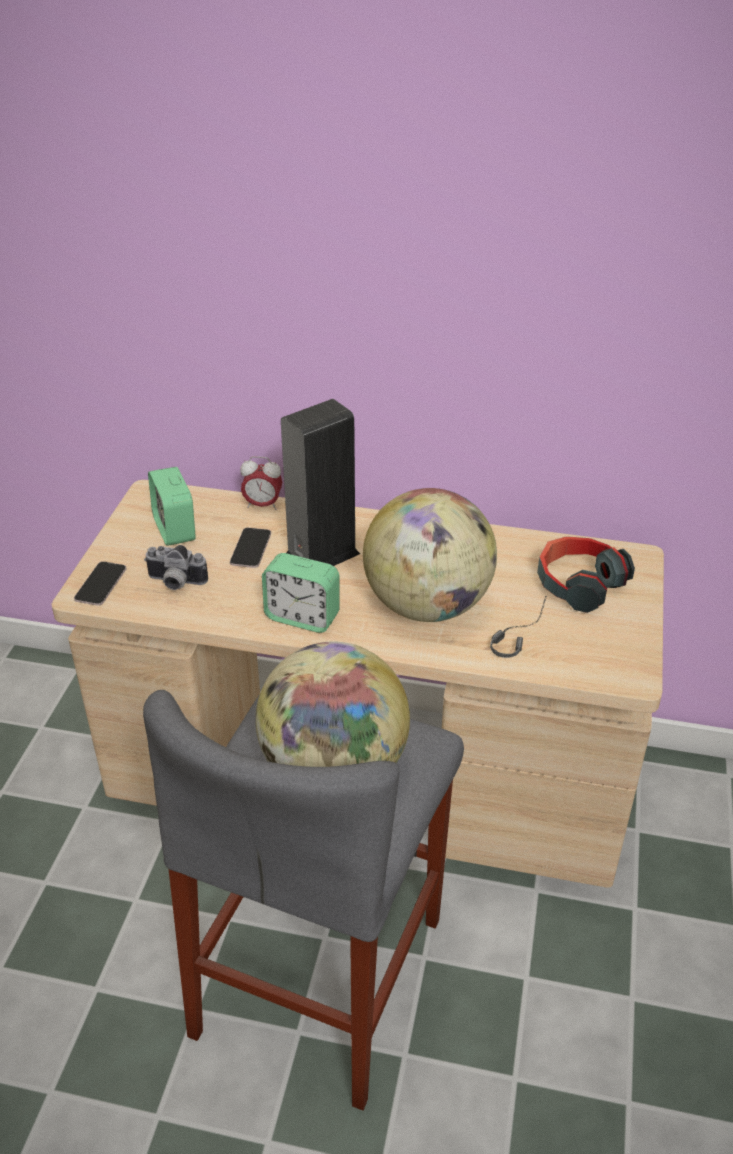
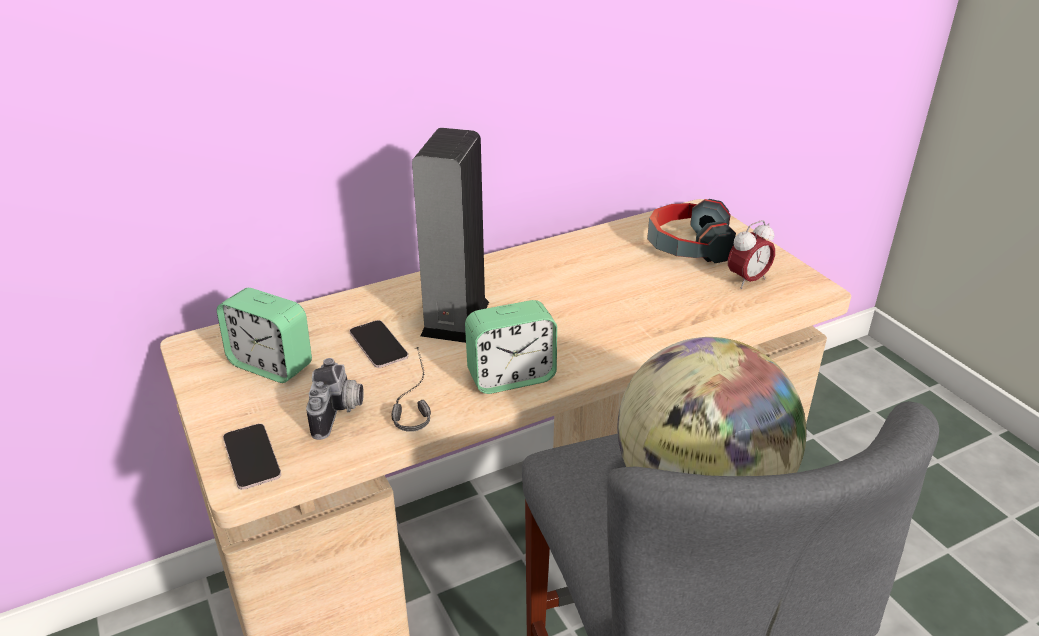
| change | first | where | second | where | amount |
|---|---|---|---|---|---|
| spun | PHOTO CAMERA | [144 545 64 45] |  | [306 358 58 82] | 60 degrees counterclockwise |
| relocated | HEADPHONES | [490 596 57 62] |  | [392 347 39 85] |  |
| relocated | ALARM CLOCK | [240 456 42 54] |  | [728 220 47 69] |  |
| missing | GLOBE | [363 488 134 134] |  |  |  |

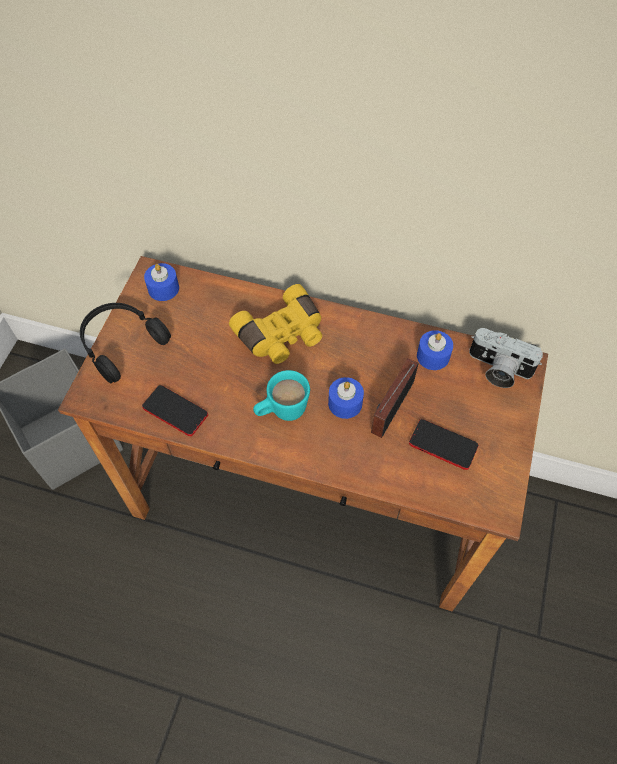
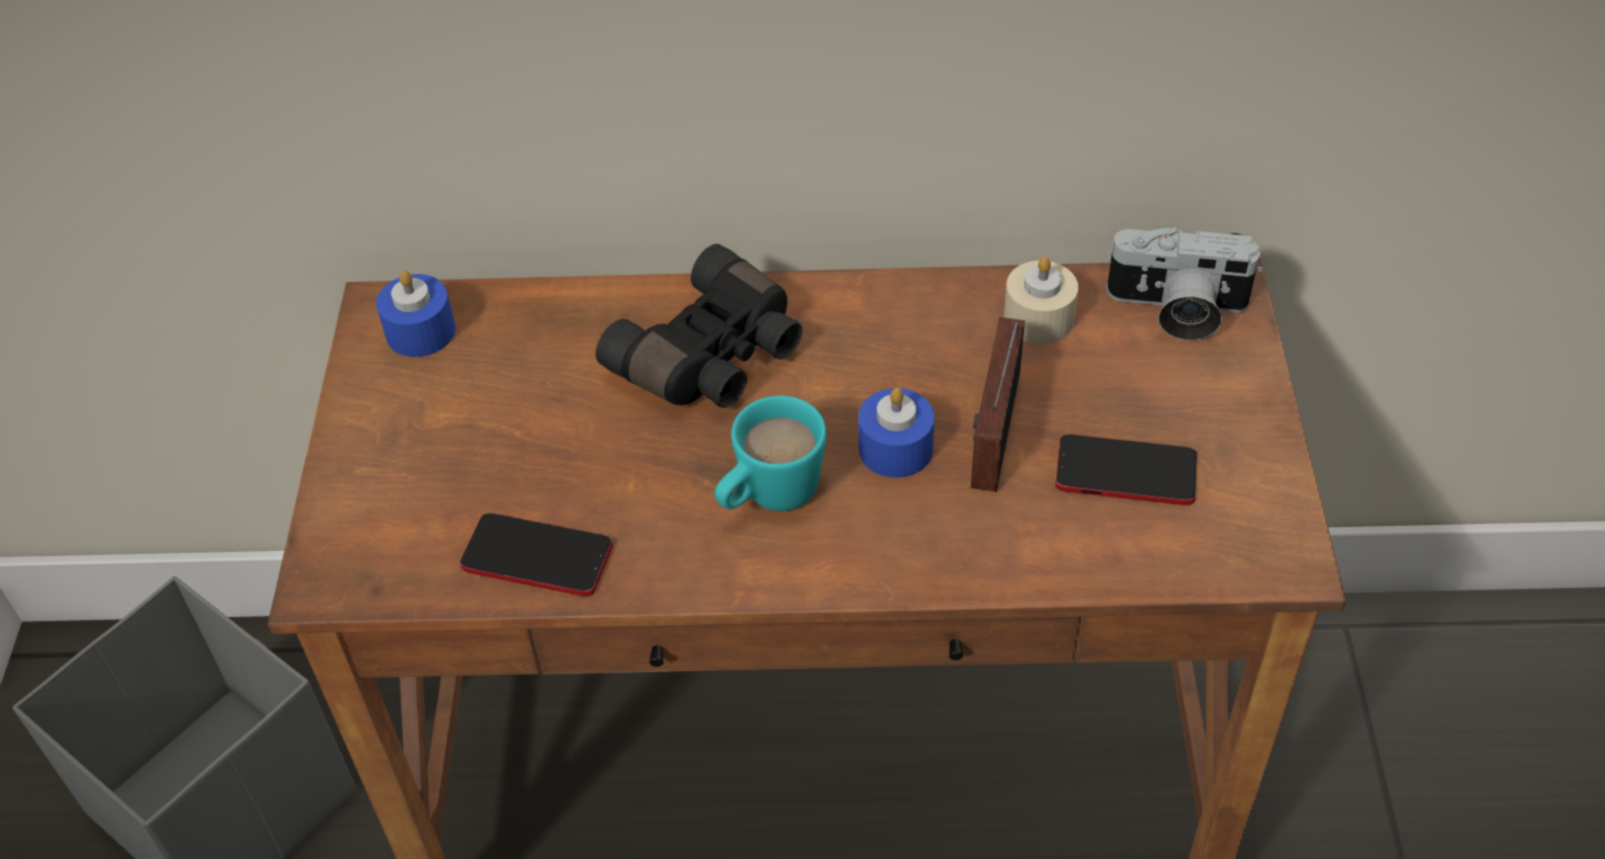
| change | first | where | second | where | amount |
|---|---|---|---|---|---|
| colour | YELLOW BINOCULARS | [229 284 93 80] | BLACK BINOCULARS | [596 244 206 164] |  |
| colour | BLUE CANDLE | [417 330 36 40] | BEIGE CANDLE | [1004 256 74 88] |  |
| missing | BLACK HEADPHONES | [80 303 91 80] |  |  |  |

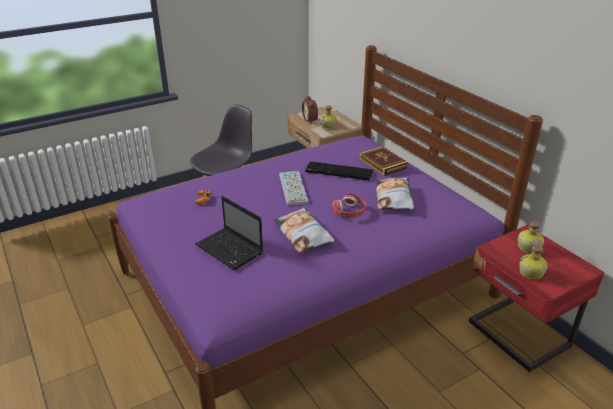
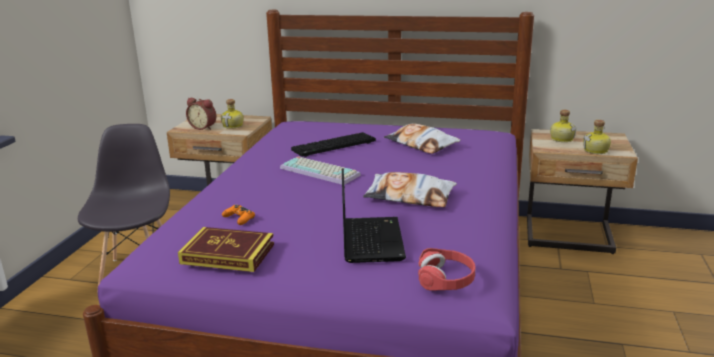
| change | first | where | second | where | amount |
|---|---|---|---|---|---|
| relocated | BOOK | [359 146 49 30] |  | [178 227 96 45] |  |
| spun | LAPTOP | [195 196 68 74] |  | [342 168 64 95] | 90 degrees counterclockwise |
| relocated | RED HEADPHONES | [332 193 34 25] |  | [418 248 58 43] |  |
| colour | RED NIGHTSTAND | [469 225 135 147] | BEIGE NIGHTSTAND | [527 129 111 125] |  |

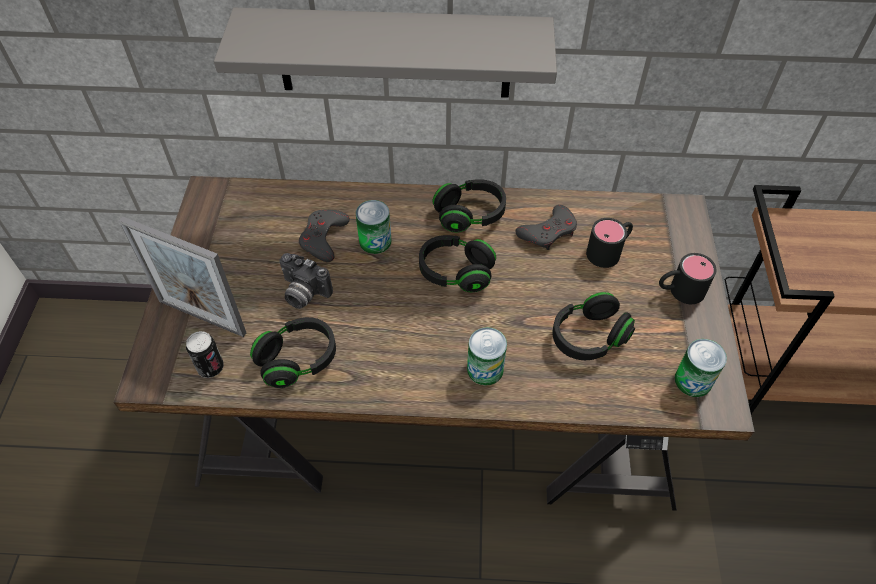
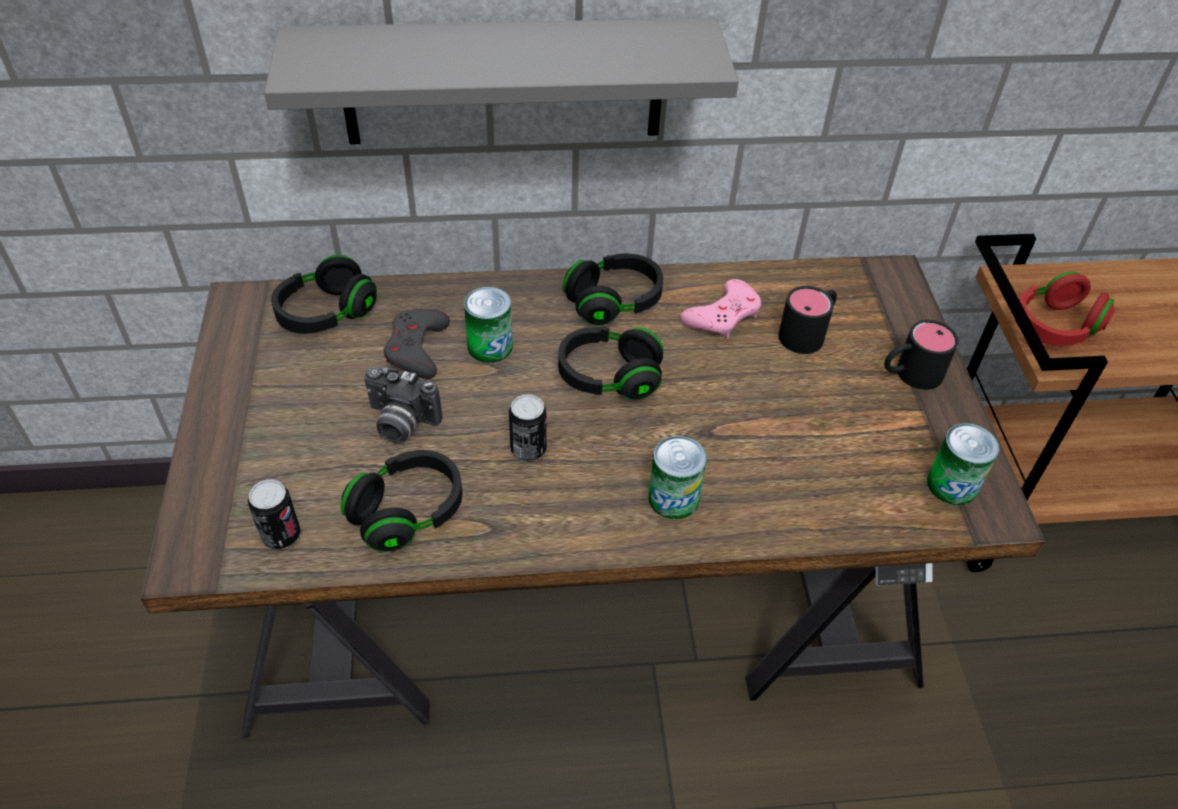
| change | first | where | second | where | amount |
|---|---|---|---|---|---|
| relocated | BLACK HEADPHONES | [552 292 83 68] |  | [271 255 106 79] |  |
| appeared |  |  | CAN | [509 394 38 67] |  |
| colour | GREY GAME CONTROLLER | [515 205 62 45] | PINK GAME CONTROLLER | [680 279 81 59] |  |
| appeared |  |  | RED HEADPHONES | [1015 272 101 74] |  |
| missing | PICTURE FRAME | [119 216 127 121] |  |  |  |

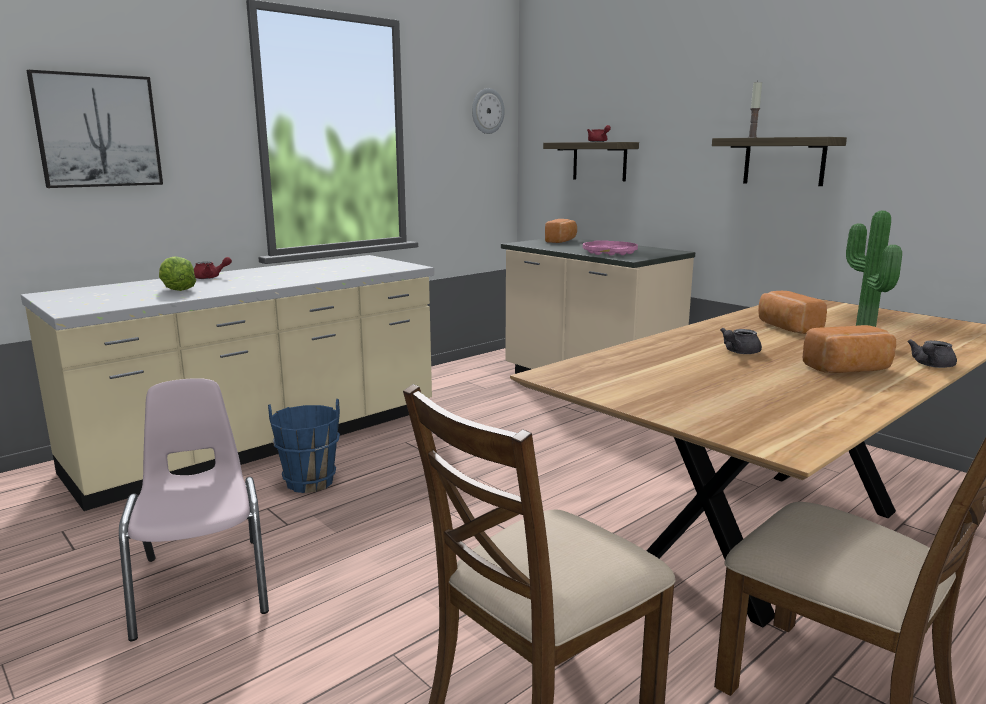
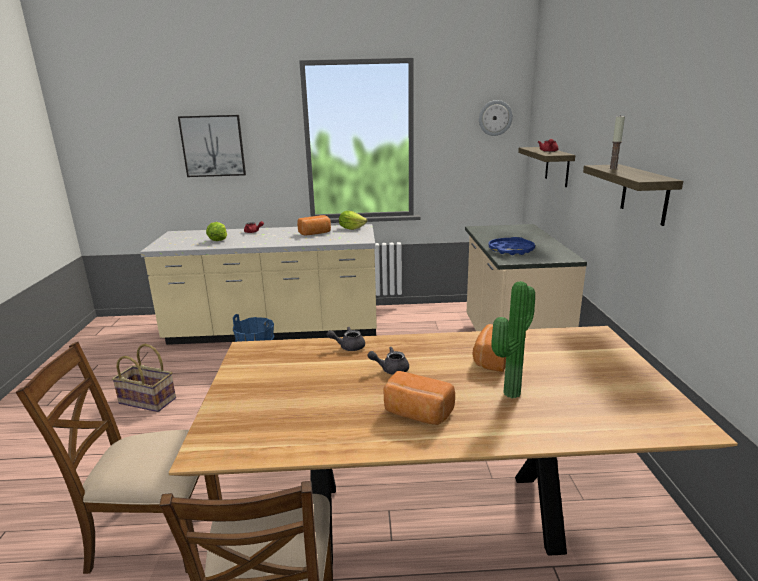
| change | first | where | second | where | amount |
|---|---|---|---|---|---|
| exchanged | PINK CHAIR | [119 378 150 263] | BASKET | [112 344 64 68] |  |
| relocated | BREAD | [545 219 32 24] |  | [297 215 34 21] |  |
| relocated | GREY TEAPOT | [907 340 50 28] |  | [327 327 38 24] |  |
| appeared |  |  | LETTUCE | [339 211 28 19] |  |
| colour | PINK TRAY | [583 240 55 16] | BLUE TRAY | [489 237 46 18] |  |

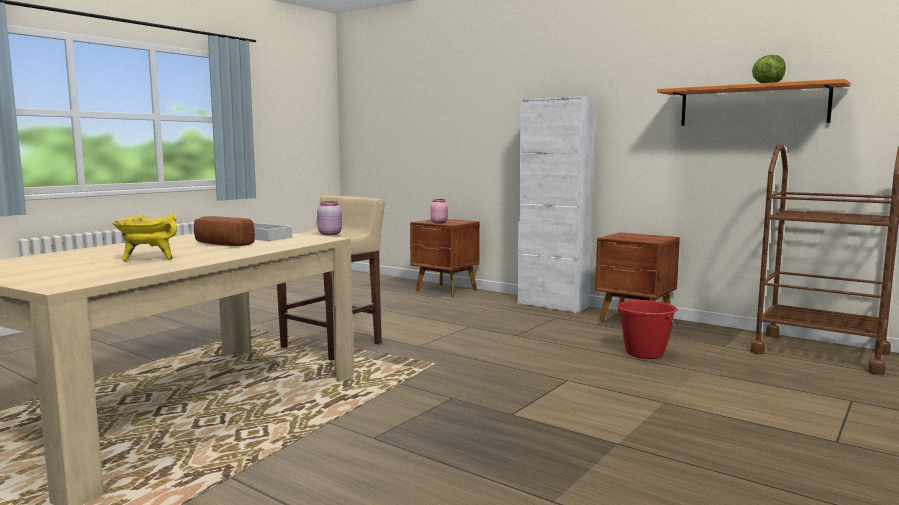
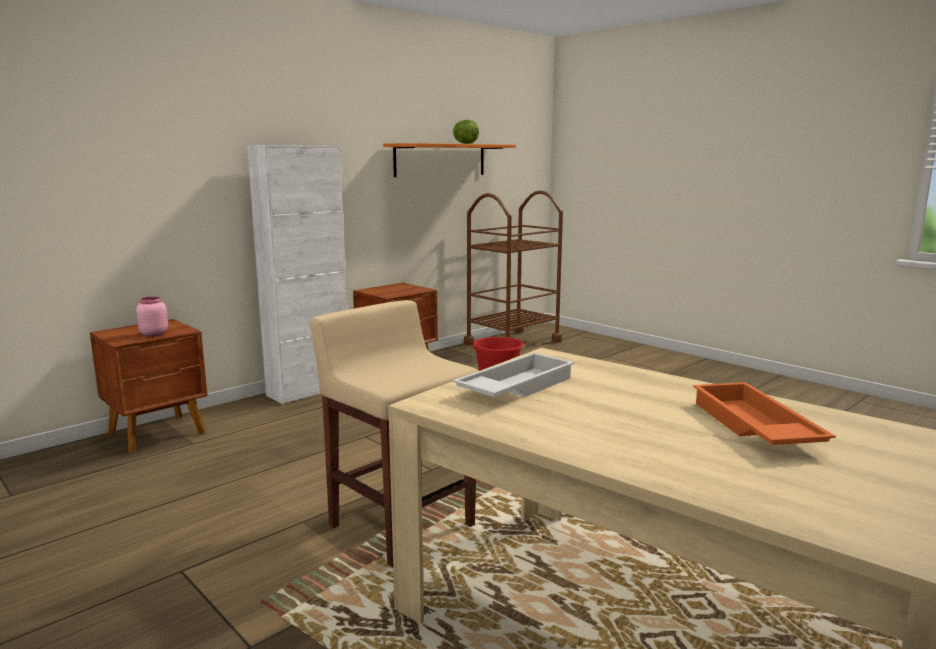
| change | first | where | second | where | amount |
|---|---|---|---|---|---|
| exchanged | YELLOW COOKING POT | [112 214 65 47] | ORANGE TRAY | [693 382 143 63] |  |
| missing | BREAD | [194 216 61 30] |  |  |  |
| missing | PINK JAR | [317 201 25 34] |  |  |  |

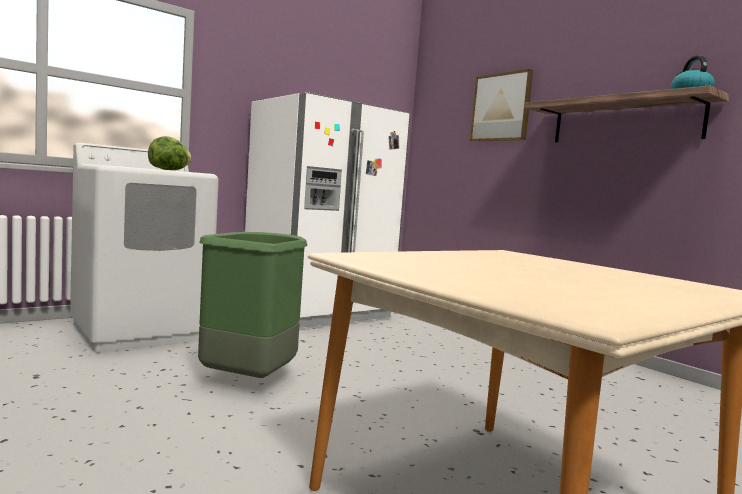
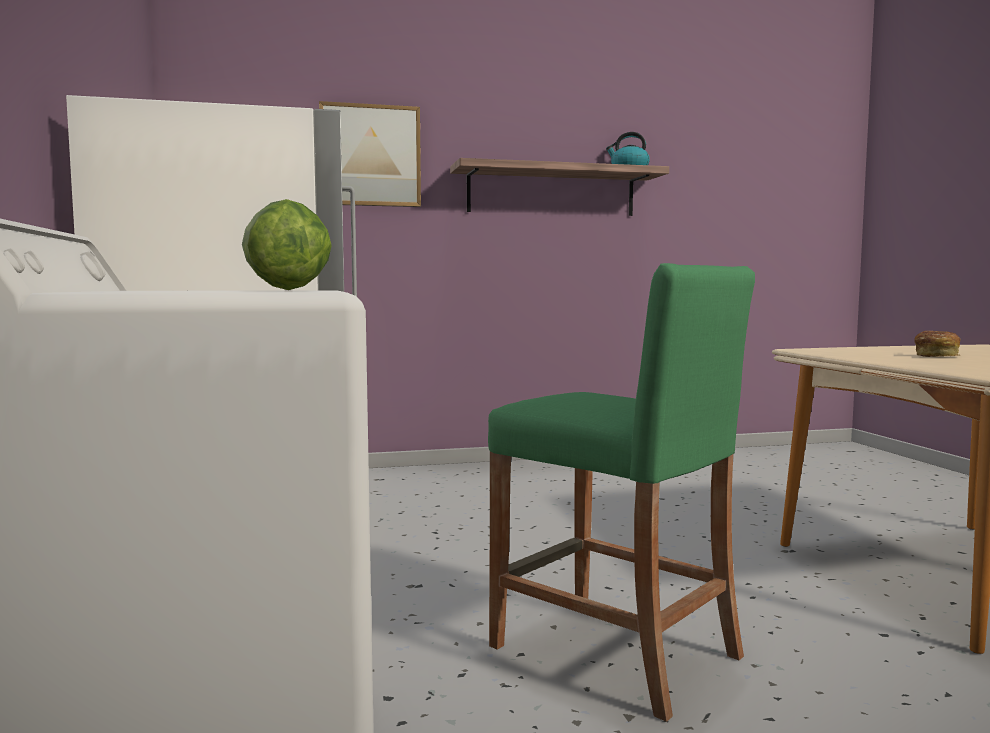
| change | first | where | second | where | amount |
|---|---|---|---|---|---|
| exchanged | GREEN TRASH CAN | [198 232 110 146] | GREEN STOOL | [488 263 267 459] |  |
| appeared |  |  | BREAD | [914 331 47 26] |  |

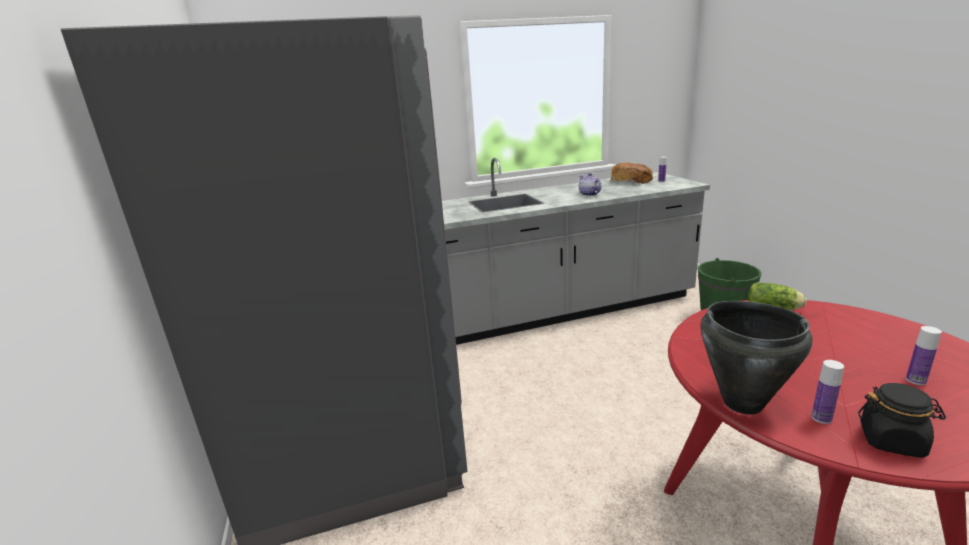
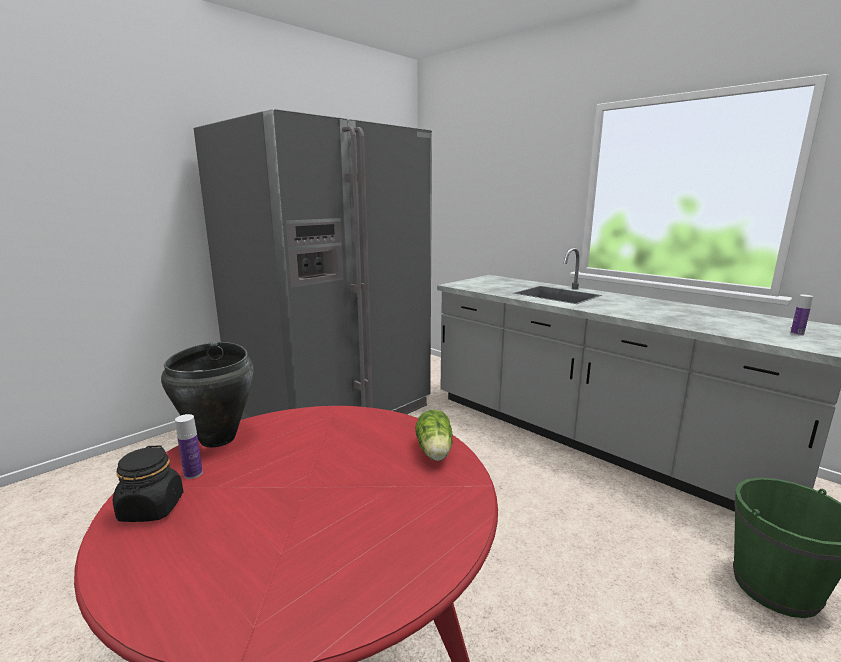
| change | first | where | second | where | amount |
|---|---|---|---|---|---|
| missing | TEAPOT | [579 173 23 23] |  |  |  |
| missing | BREAD | [610 163 43 21] |  |  |  |
| missing | BOTTLE | [906 326 36 59] |  |  |  |

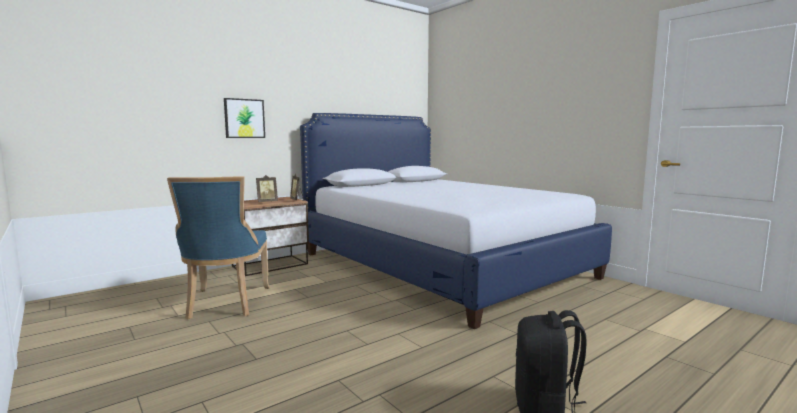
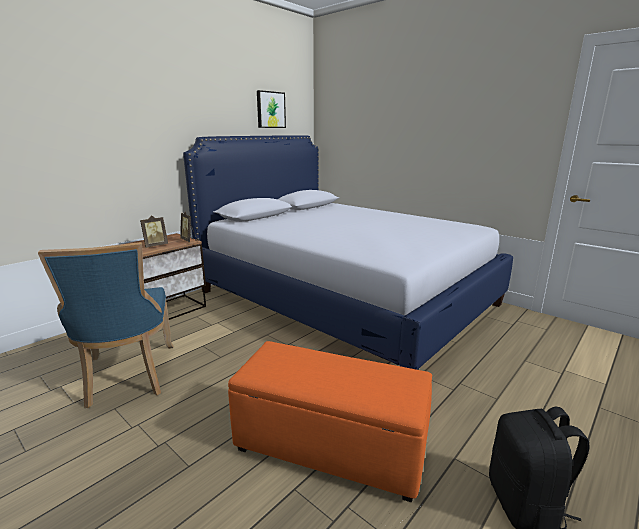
| change | first | where | second | where | amount |
|---|---|---|---|---|---|
| appeared |  |  | ORANGE OTTOMAN | [228 341 204 161] |  |
| relocated | PICTURE | [224 98 41 40] |  | [257 90 29 38] |  |

